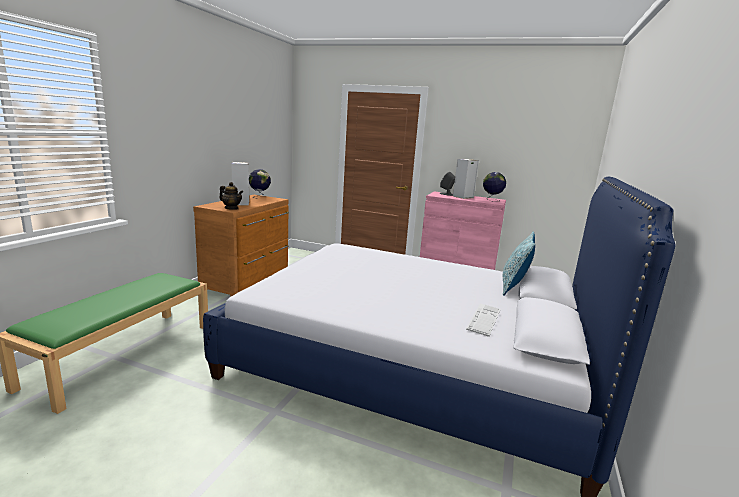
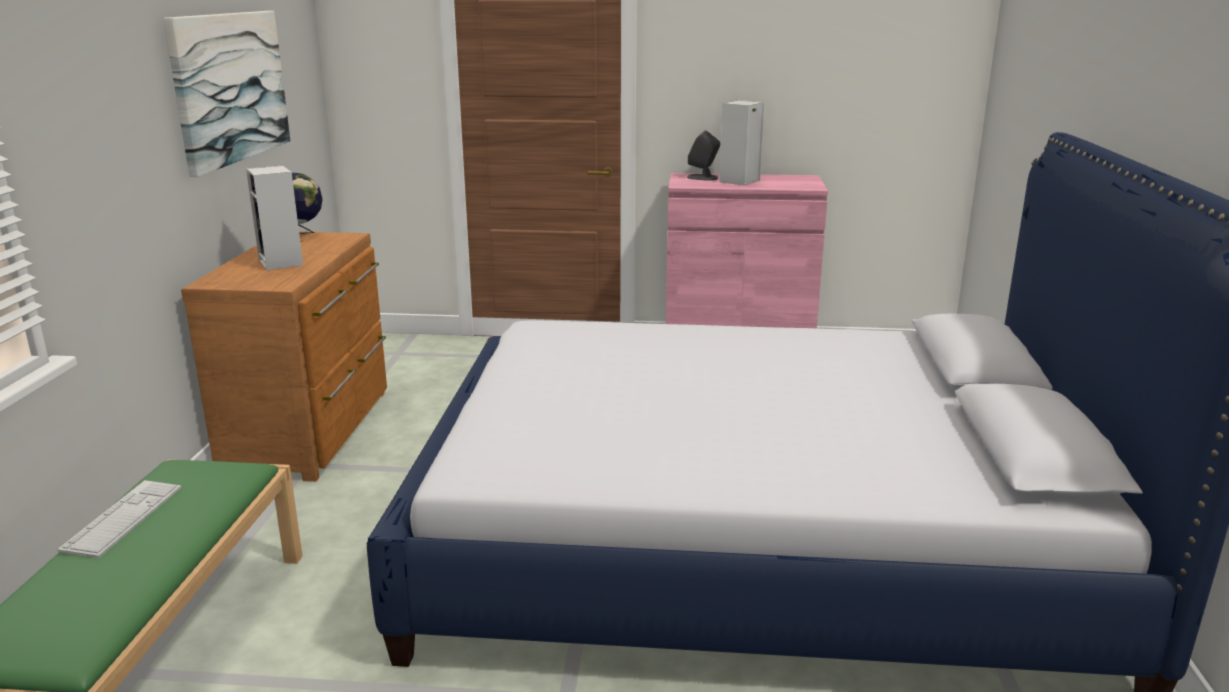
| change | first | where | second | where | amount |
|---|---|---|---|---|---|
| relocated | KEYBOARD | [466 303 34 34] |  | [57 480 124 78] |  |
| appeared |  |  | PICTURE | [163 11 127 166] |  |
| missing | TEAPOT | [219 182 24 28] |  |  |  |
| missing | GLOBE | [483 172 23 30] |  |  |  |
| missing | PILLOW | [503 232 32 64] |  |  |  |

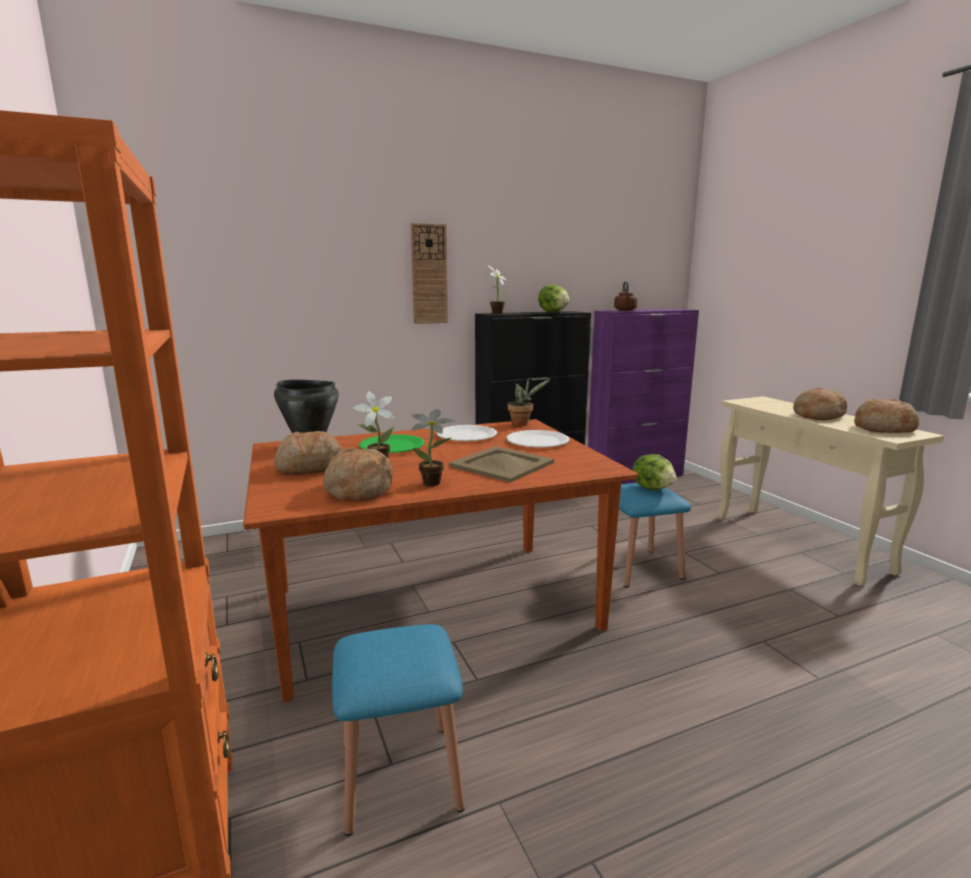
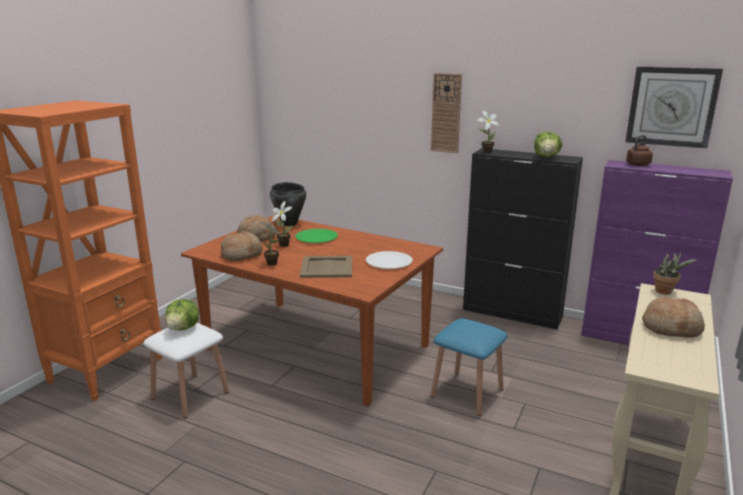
| change | first | where | second | where | amount |
|---|---|---|---|---|---|
| colour | BLUE STOOL | [332 624 133 212] | WHITE STOOL | [143 323 86 96] |  |
| relocated | LETTUCE | [633 454 44 36] |  | [165 299 34 32] |  |
| appeared |  |  | WALL CLOCK | [626 66 97 82] |  |
| relocated | POTTED PLANT | [508 377 42 49] |  | [653 251 44 44] |  |
| missing | WHITE PLATE | [437 425 60 16] |  |  |  |
| missing | BREAD | [854 399 65 34] |  |  |  |

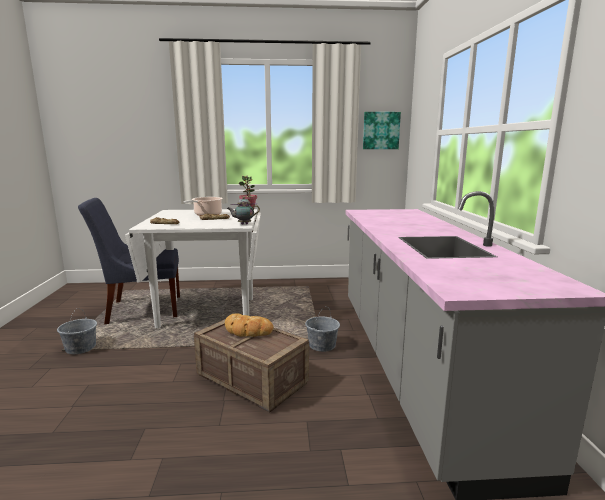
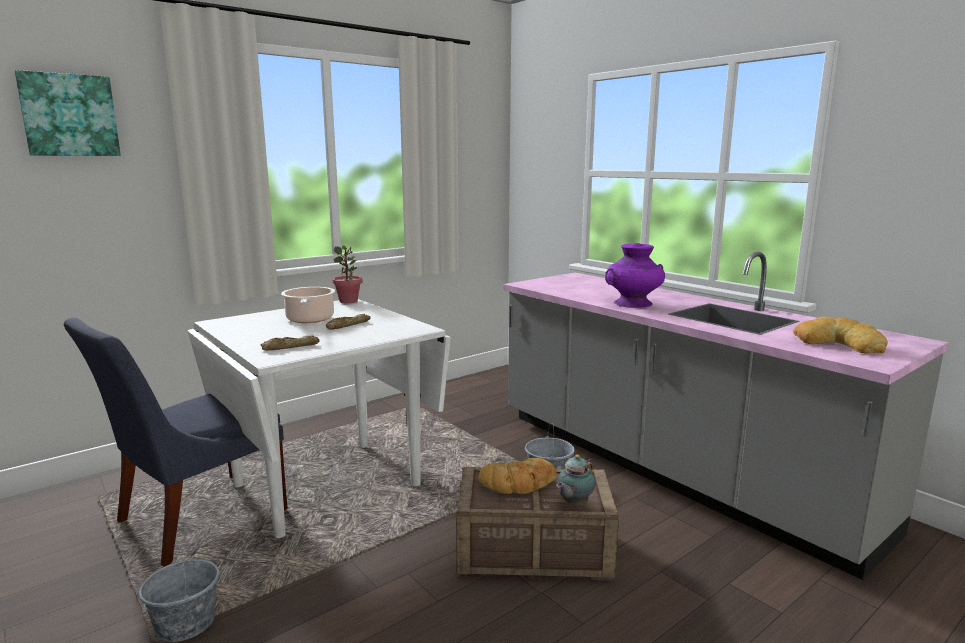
| change | first | where | second | where | amount |
|---|---|---|---|---|---|
| relocated | PICTURE | [363 112 38 37] |  | [15 70 106 86] |  |
| relocated | TEAPOT | [227 197 33 27] |  | [557 455 38 50] |  |
| appeared |  |  | PURPLE VASE | [605 243 60 65] |  |
| appeared |  |  | BREAD | [793 316 95 37] |  |

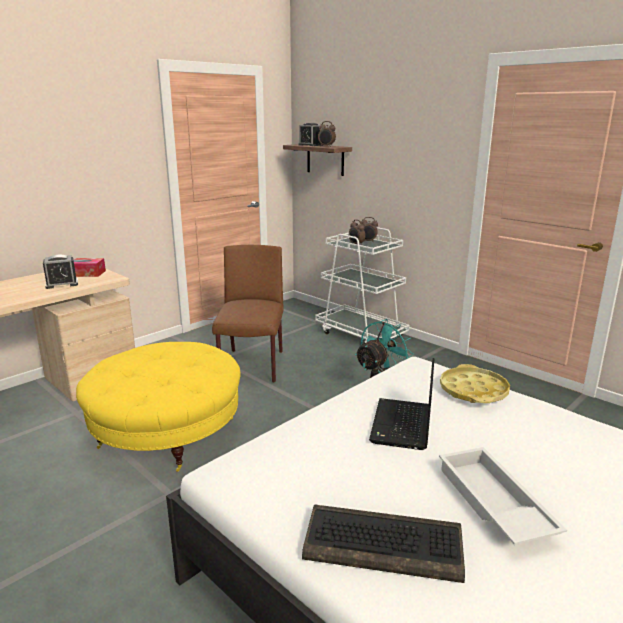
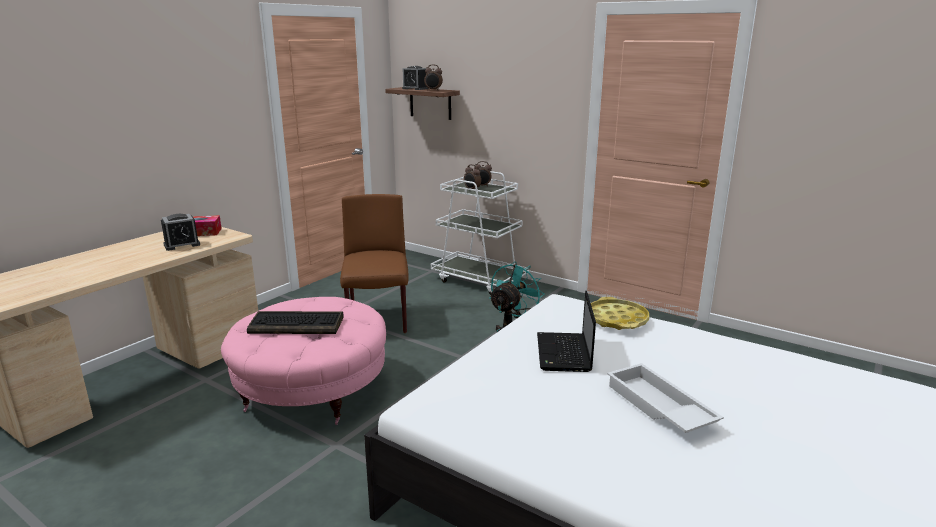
| change | first | where | second | where | amount |
|---|---|---|---|---|---|
| colour | YELLOW OTTOMAN | [76 342 165 130] | PINK OTTOMAN | [221 297 165 128] |  |
| relocated | KEYBOARD | [302 504 163 79] |  | [247 311 97 23] |  |

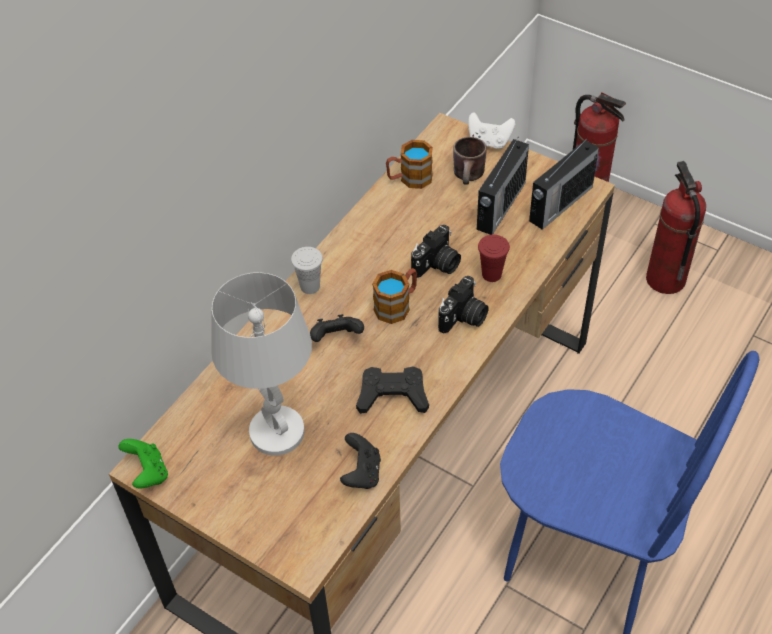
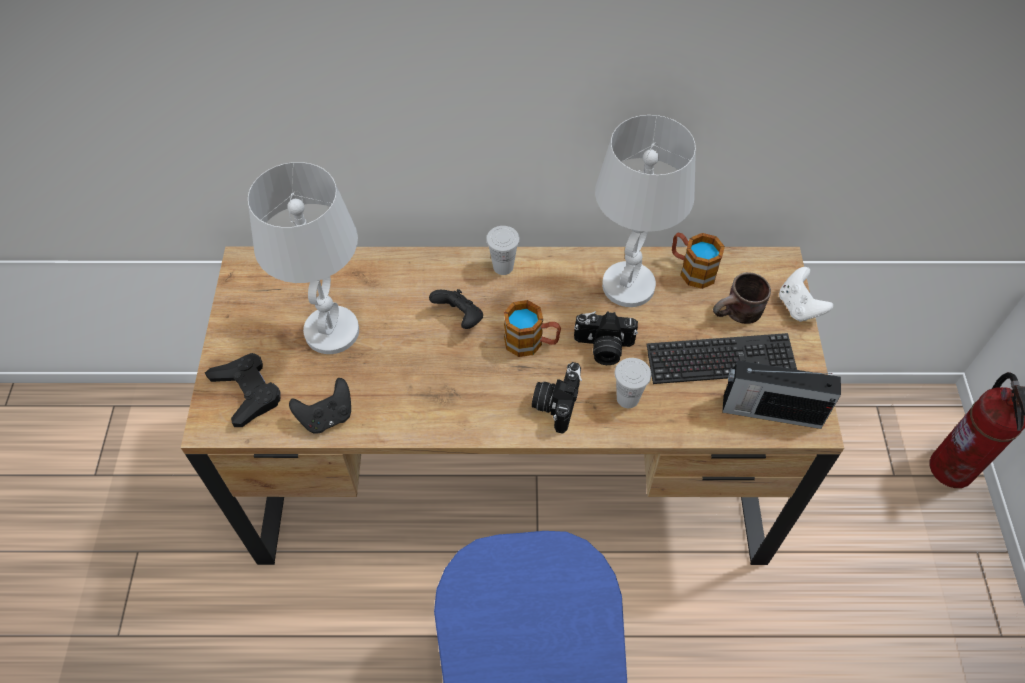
| change | first | where | second | where | amount |
|---|---|---|---|---|---|
| relocated | BLACK GAME CONTROLLER | [356 366 73 48] |  | [205 353 76 74] |  |
| spun | PHOTO CAMERA | [438 276 51 58] |  | [532 362 50 72] | 105 degrees clockwise |
| appeared |  |  | WHITE TABLE LAMP | [595 115 101 192] |  |
| colour | RED CUP | [478 235 32 47] | WHITE CUP | [615 358 36 50] |  |
| exchanged | RADIO | [477 138 52 97] | KEYBOARD | [647 333 150 51] |  |
| missing | GREEN GAME CONTROLLER | [118 439 50 50] |  |  |  |
| missing | FIRE EXTINGUISHER | [646 161 60 133] |  |  |  |

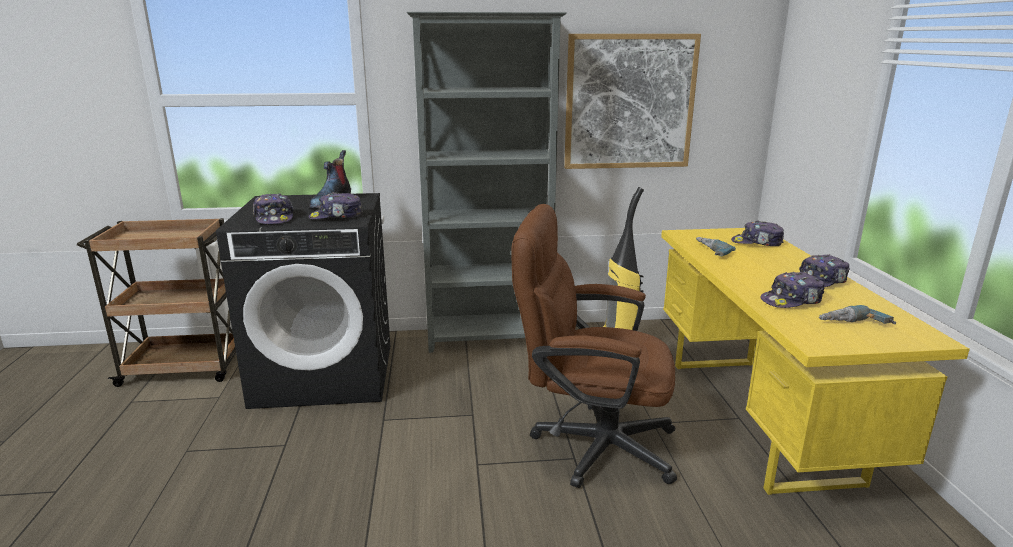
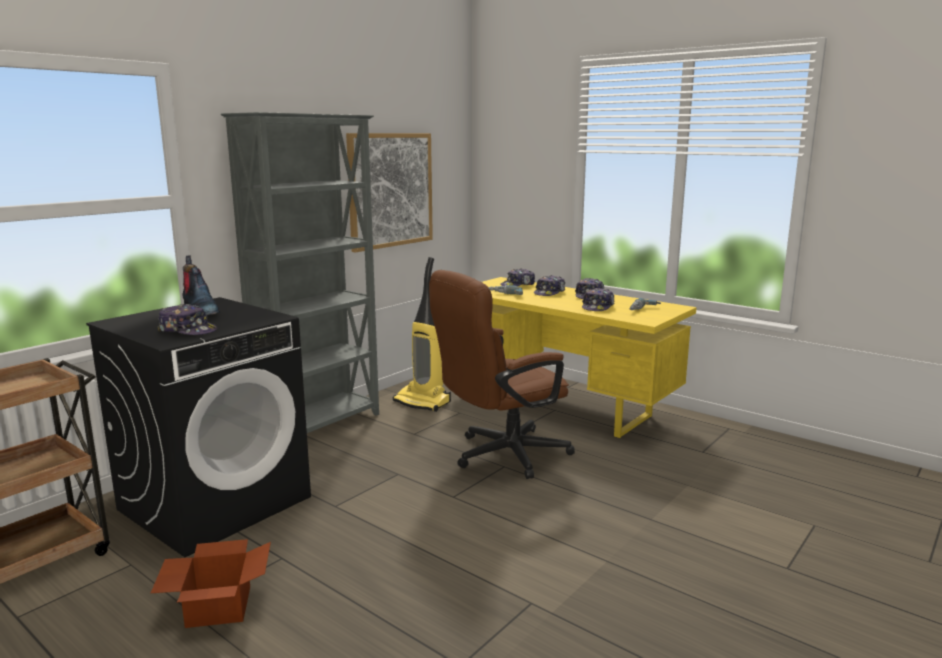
| change | first | where | second | where | amount |
|---|---|---|---|---|---|
| appeared |  |  | CARDBOARD BOX | [151 539 120 89] |  |
| relocated | CAP | [309 192 54 27] |  | [534 275 31 21] |  |

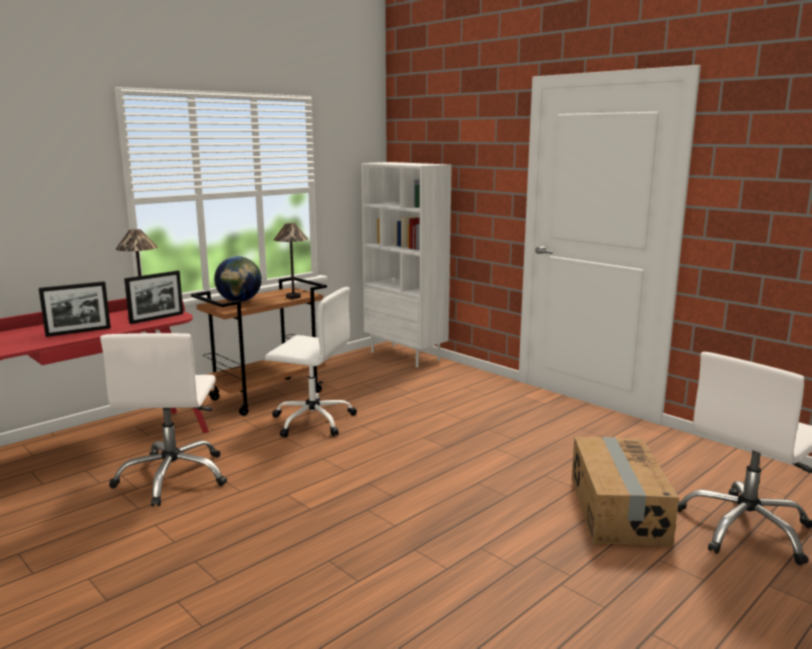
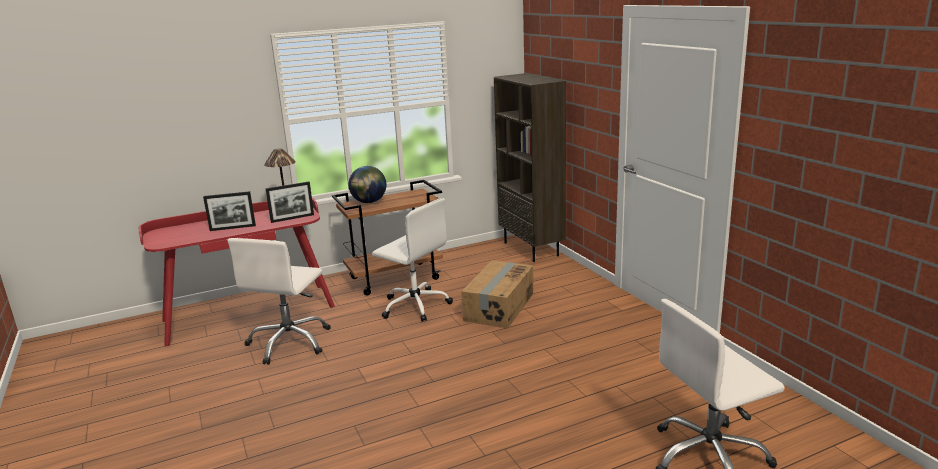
| change | first | where | second | where | amount |
|---|---|---|---|---|---|
| relocated | CARDBOARD BOX | [572 437 107 110] |  | [461 261 72 68] |  |
| colour | WHITE BOOKCASE | [361 162 91 206] | BROWN BOOKCASE | [494 73 72 189] |  |
| missing | TABLE LAMP | [273 223 35 76] |  |  |  |

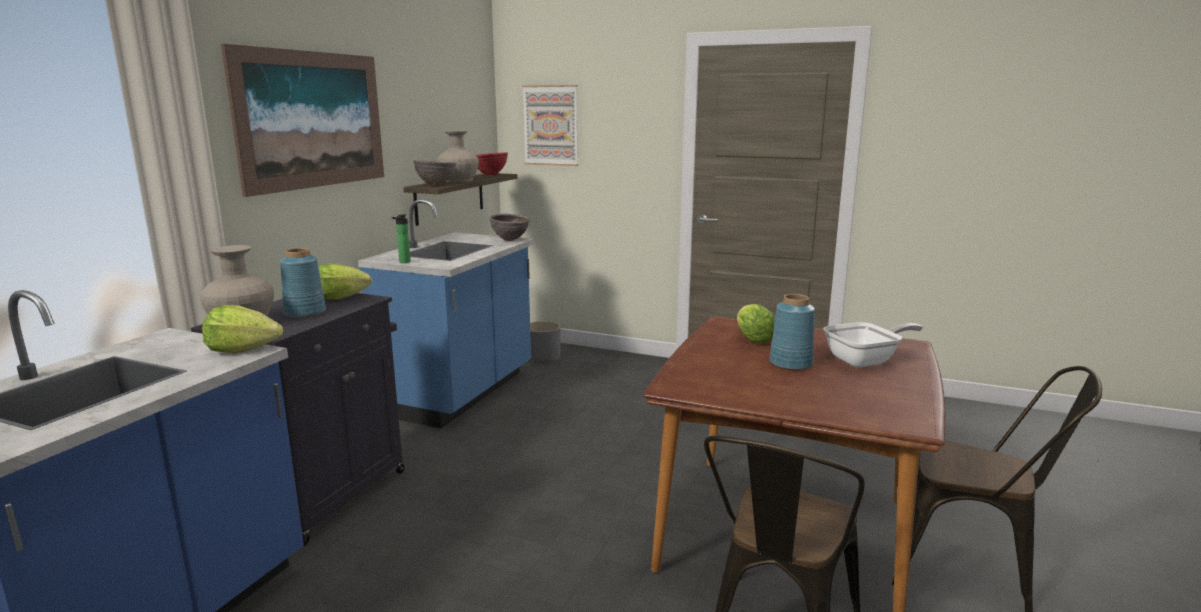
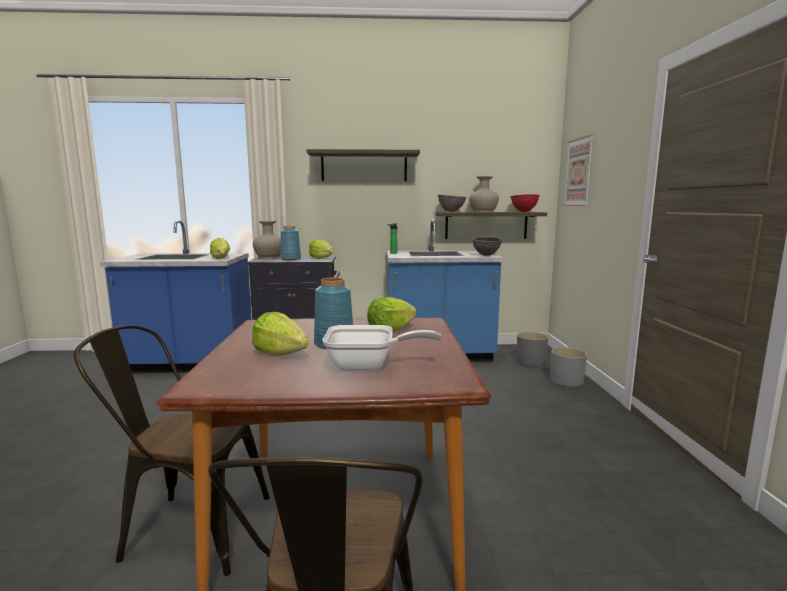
| change | first | where | second | where | amount |
|---|---|---|---|---|---|
| appeared |  |  | LETTUCE | [252 312 57 44] |  |
| exchanged | PICTURE | [221 44 163 153] | SHELF | [307 149 113 32] |  |
| spun | FRYING PAN | [823 322 100 45] |  | [323 325 119 46] | 45 degrees counterclockwise |
| appeared |  |  | GREY PLANTER | [550 347 37 40] |  |

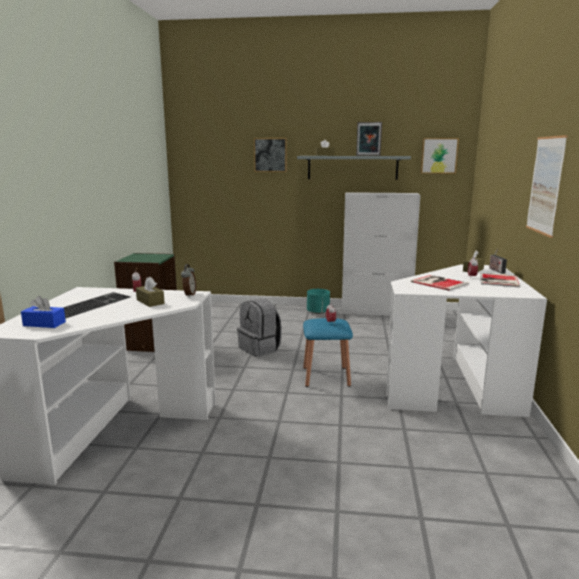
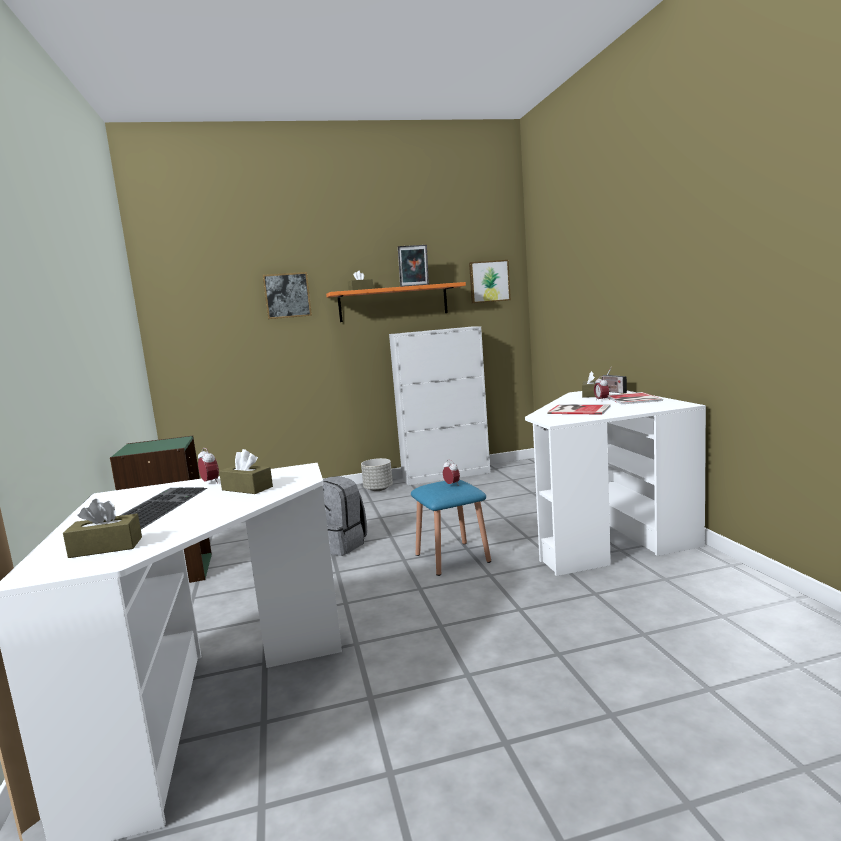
| change | first | where | second | where | amount |
|---|---|---|---|---|---|
| colour | BLUE TISSUE BOX | [21 296 45 32] | BROWN TISSUE BOX | [63 499 79 59] |  |
| colour | GREY SHELF | [297 156 114 24] | ORANGE SHELF | [326 282 140 40] |  |
| colour | TURQUOISE PLANTER | [307 289 23 25] | GREY PLANTER | [361 458 32 33] |  |
| missing | ALARM CLOCK | [181 264 15 33] |  |  |  |
| missing | PICTURE | [526 135 42 103] |  |  |  |

